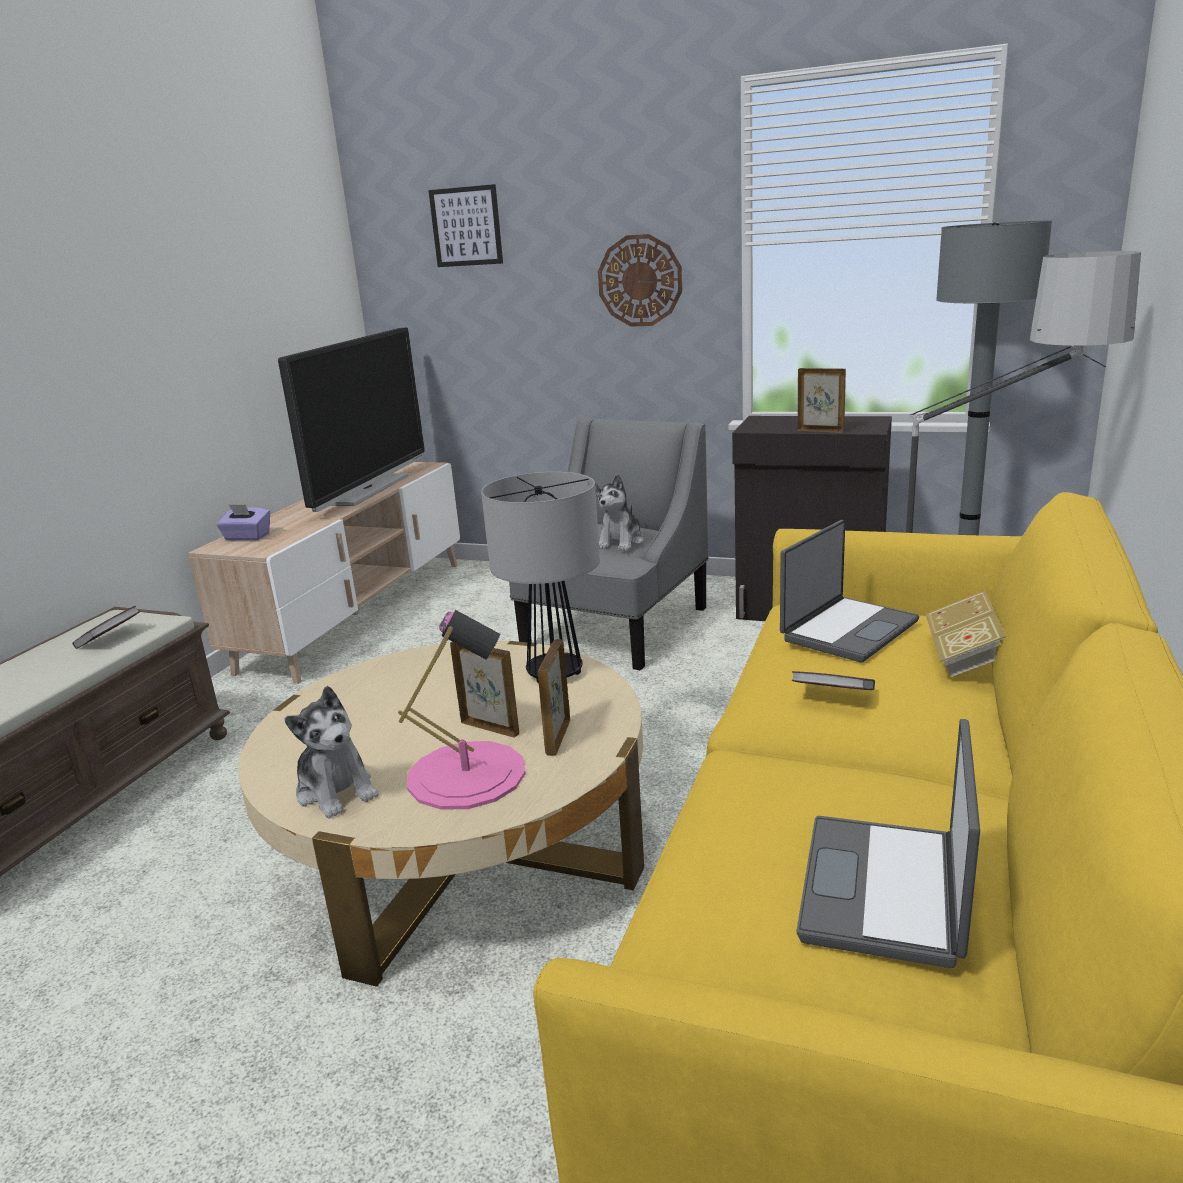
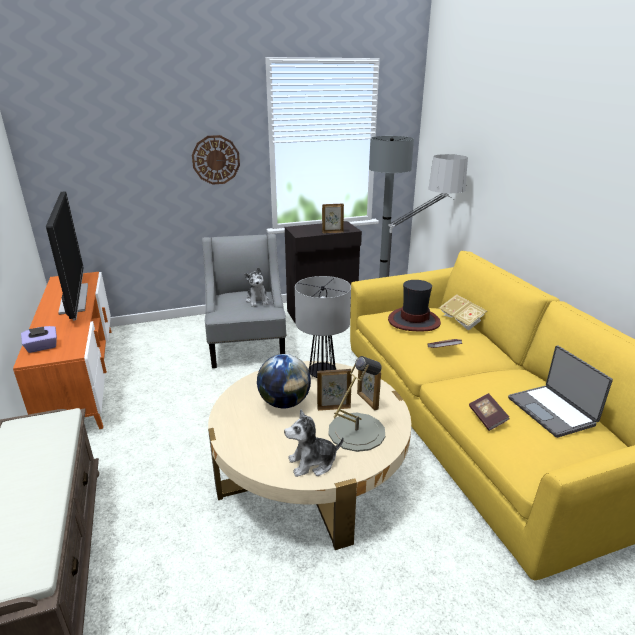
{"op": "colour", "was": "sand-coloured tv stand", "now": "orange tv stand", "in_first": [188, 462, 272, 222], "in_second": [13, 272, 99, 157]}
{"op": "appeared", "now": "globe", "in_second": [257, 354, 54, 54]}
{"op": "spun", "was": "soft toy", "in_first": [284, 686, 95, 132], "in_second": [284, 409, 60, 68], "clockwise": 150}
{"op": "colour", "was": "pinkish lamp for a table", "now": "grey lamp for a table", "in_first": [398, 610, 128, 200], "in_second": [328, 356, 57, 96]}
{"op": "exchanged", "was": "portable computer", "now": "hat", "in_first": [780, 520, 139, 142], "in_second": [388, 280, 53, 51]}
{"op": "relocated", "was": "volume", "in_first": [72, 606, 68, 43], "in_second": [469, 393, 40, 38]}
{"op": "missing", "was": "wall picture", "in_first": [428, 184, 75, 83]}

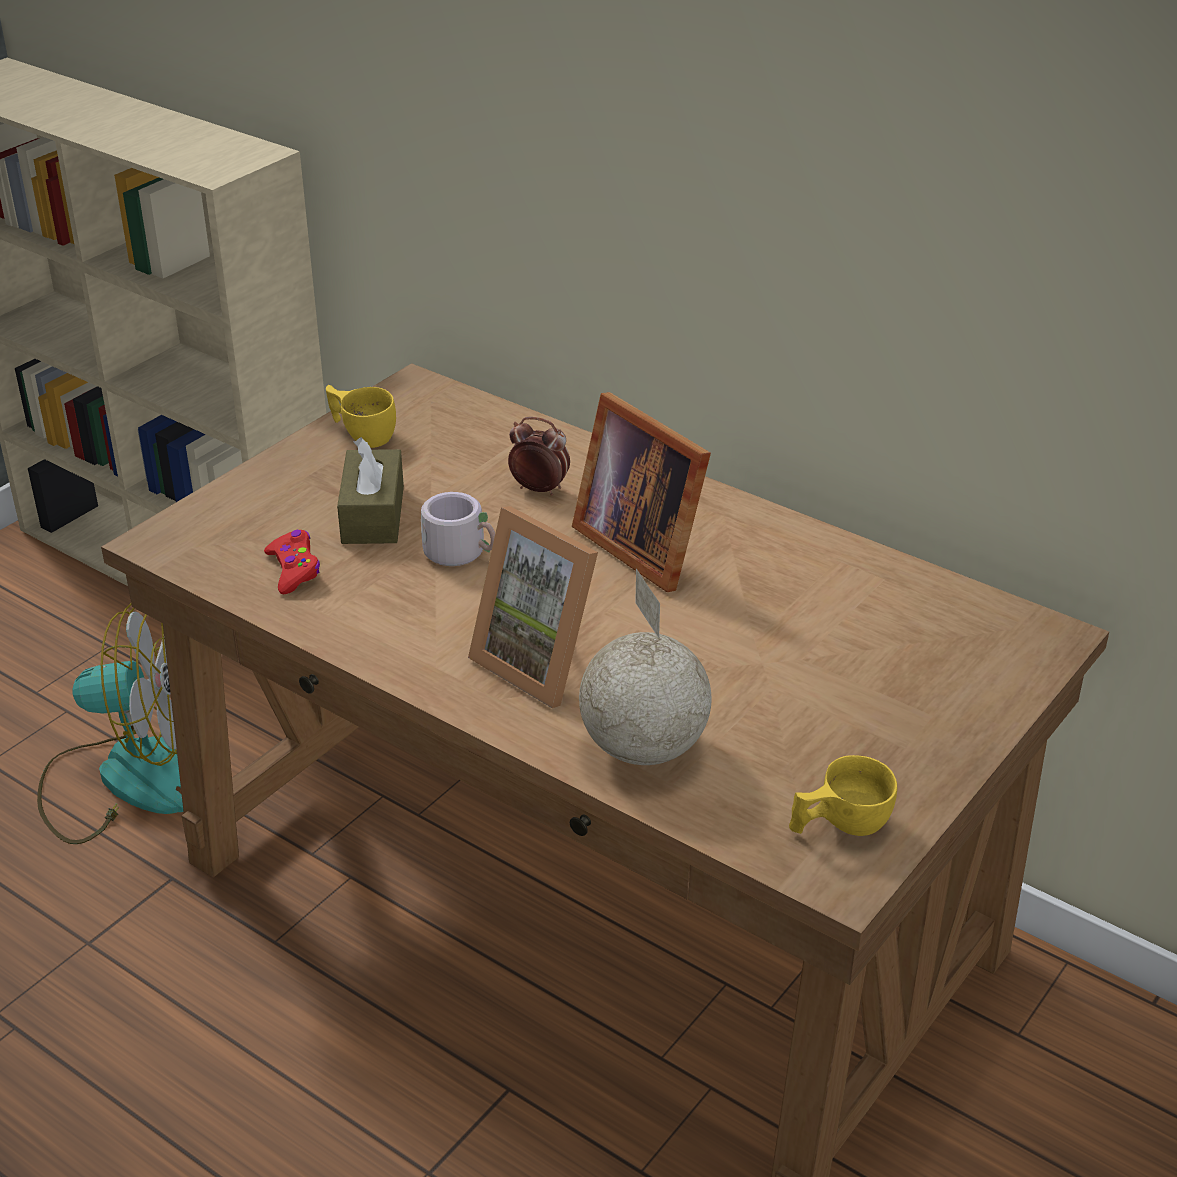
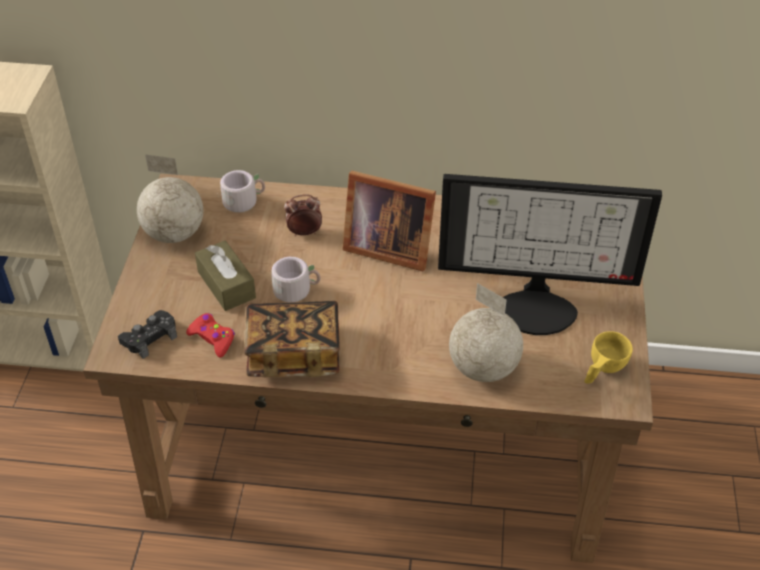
{"op": "appeared", "now": "black-coloured joypad", "in_second": [118, 310, 59, 49]}
{"op": "exchanged", "was": "yellowish cup", "now": "globe", "in_first": [326, 385, 70, 63], "in_second": [137, 154, 66, 89]}
{"op": "appeared", "now": "grey coffee mug", "in_second": [217, 170, 48, 43]}
{"op": "appeared", "now": "volume", "in_second": [244, 301, 96, 76]}
{"op": "appeared", "now": "monitor", "in_second": [438, 174, 224, 161]}
{"op": "missing", "was": "electric fan", "in_first": [37, 603, 147, 241]}
{"op": "missing", "was": "standing frame", "in_first": [468, 506, 130, 202]}

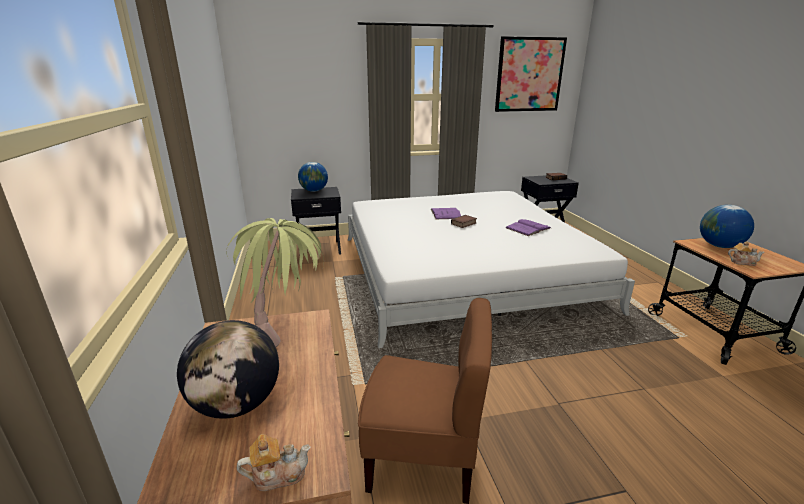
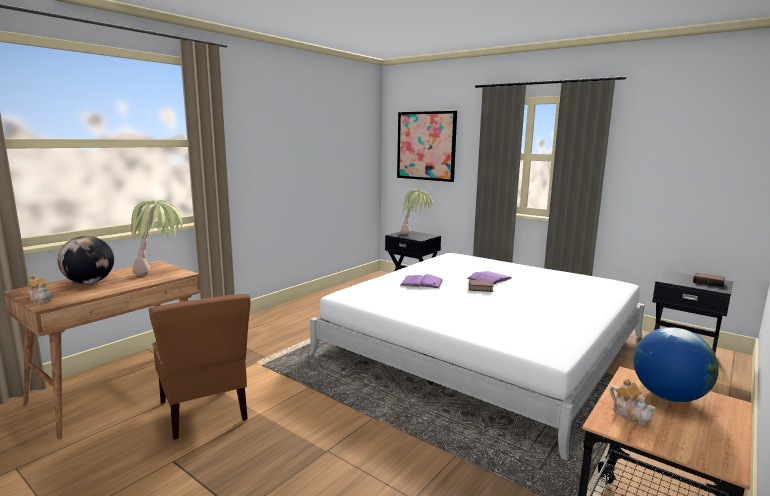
{"op": "relocated", "was": "wall picture", "in_first": [495, 36, 72, 76], "in_second": [397, 111, 60, 71]}
{"op": "exchanged", "was": "globe", "now": "houseplant", "in_first": [298, 162, 30, 30], "in_second": [400, 189, 33, 46]}
{"op": "relocated", "was": "purple volume", "in_first": [506, 219, 45, 17], "in_second": [401, 274, 42, 14]}

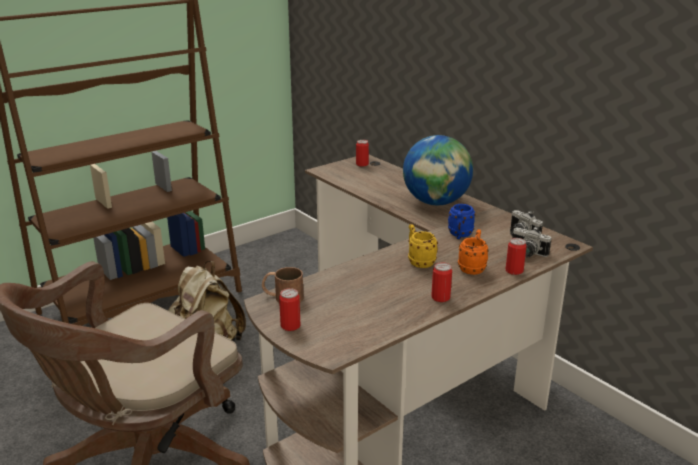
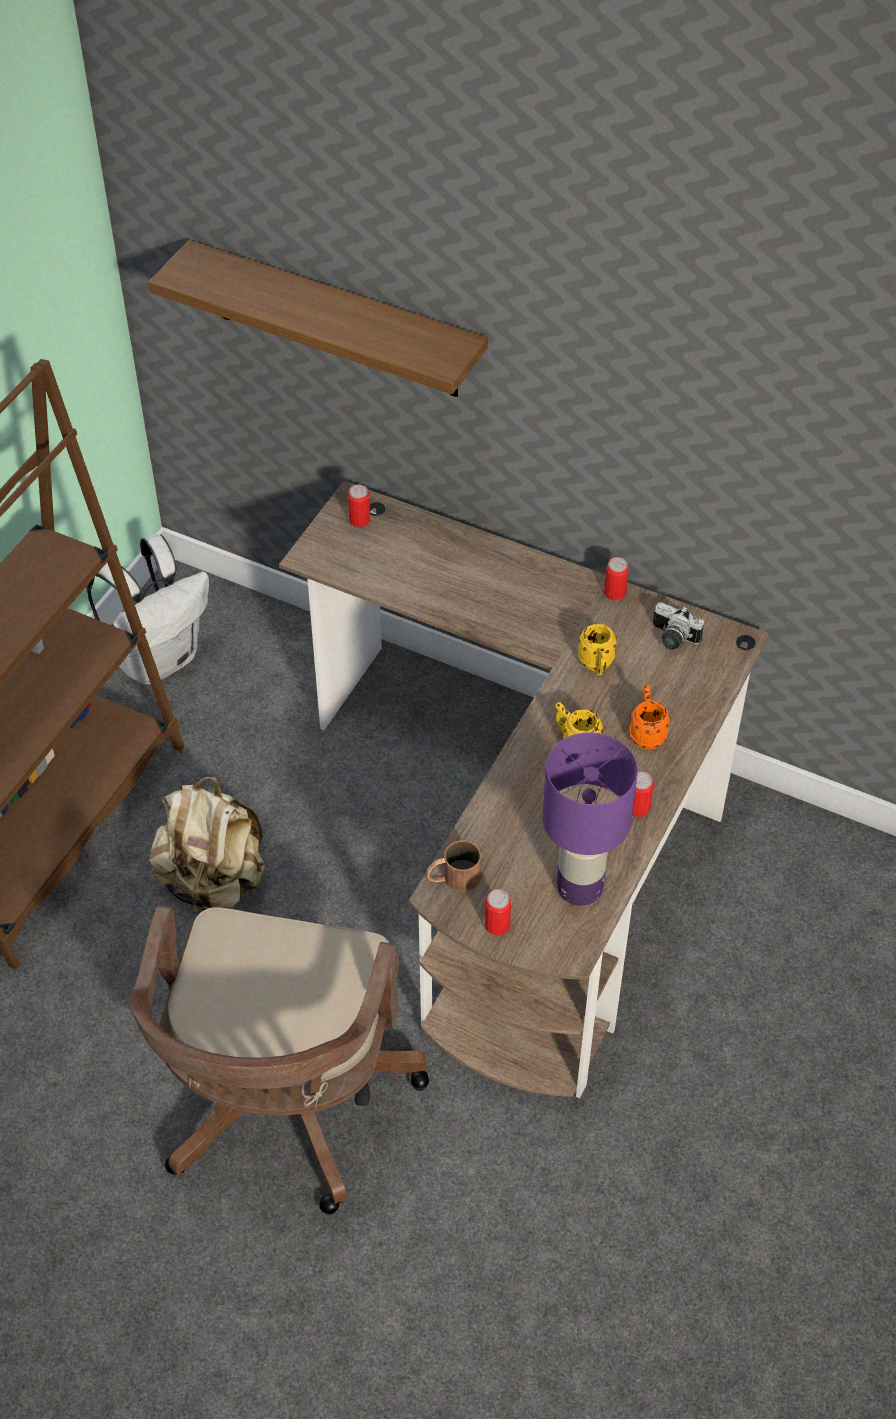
{"op": "appeared", "now": "white rucksack", "in_second": [86, 534, 123, 151]}
{"op": "appeared", "now": "wall shelf", "in_second": [148, 240, 340, 157]}
{"op": "appeared", "now": "purple lamp for a table", "in_second": [543, 732, 95, 174]}
{"op": "colour", "was": "bluish coffee mug", "now": "yellowish coffee mug", "in_first": [448, 204, 28, 35], "in_second": [578, 624, 39, 51]}
{"op": "relocated", "was": "metal can", "in_first": [506, 238, 21, 37], "in_second": [604, 557, 25, 44]}
{"op": "missing", "was": "globe", "in_first": [403, 135, 70, 70]}
{"op": "missing", "was": "still camera", "in_first": [512, 227, 40, 30]}

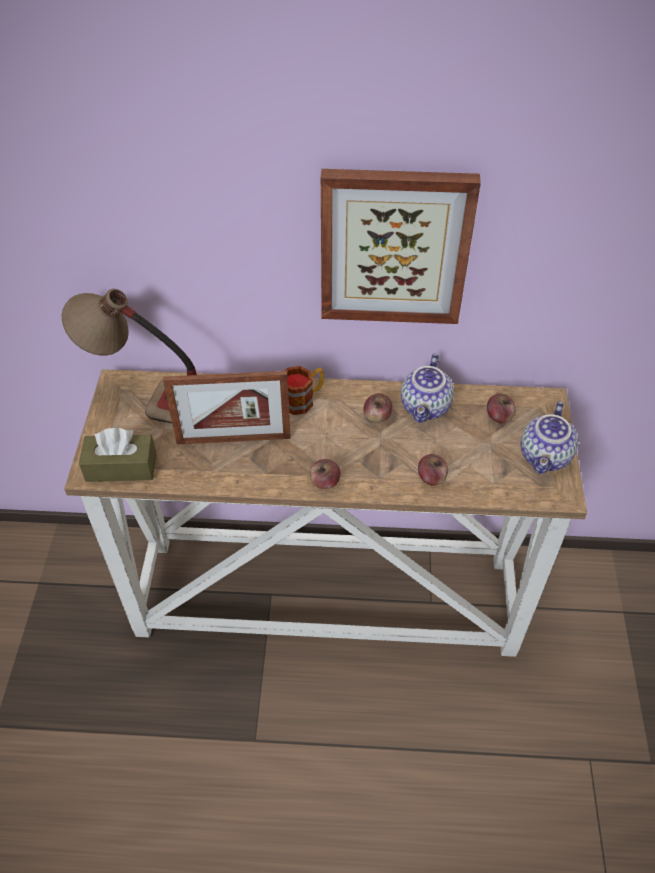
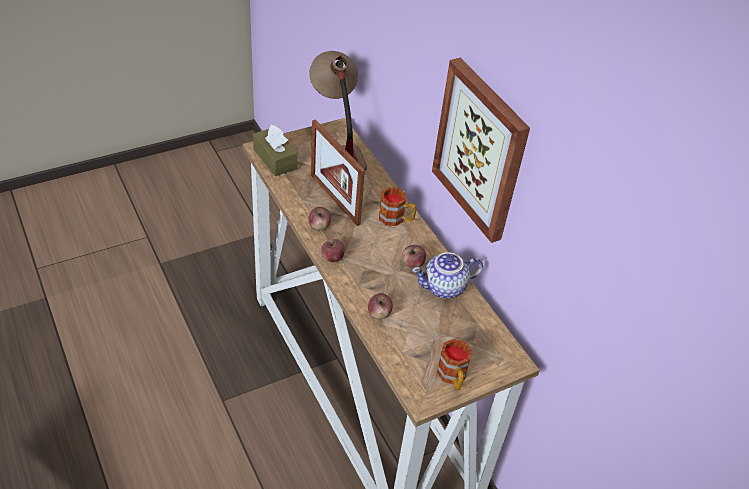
{"op": "relocated", "was": "apple", "in_first": [487, 394, 29, 29], "in_second": [308, 207, 23, 23]}
{"op": "exchanged", "was": "pot for tea", "now": "coffee mug", "in_first": [520, 401, 58, 73], "in_second": [437, 339, 35, 51]}

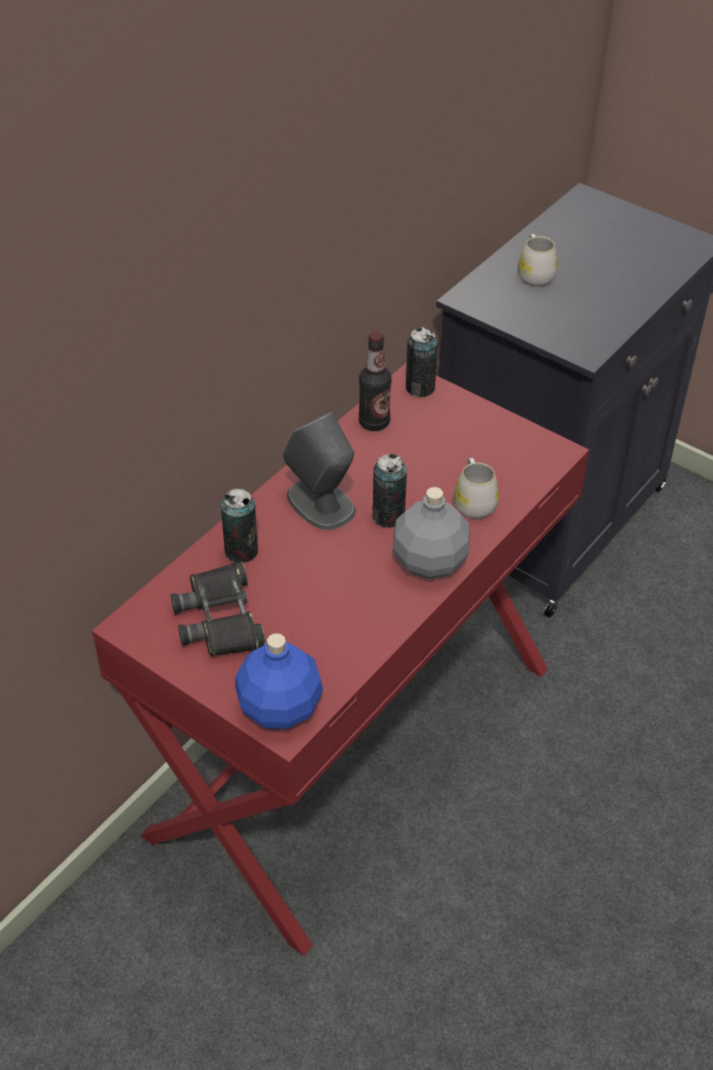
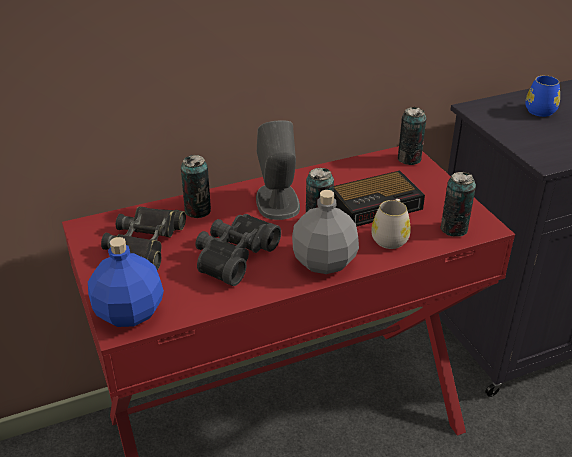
{"op": "appeared", "now": "black-coloured field glasses", "in_second": [195, 214, 86, 72]}
{"op": "appeared", "now": "bedside clock", "in_second": [333, 171, 92, 56]}
{"op": "appeared", "now": "metal can", "in_second": [440, 172, 36, 65]}
{"op": "colour", "was": "white coffee mug", "now": "bluish coffee mug", "in_first": [518, 234, 40, 53], "in_second": [525, 76, 35, 41]}
{"op": "missing", "was": "bottle", "in_first": [359, 332, 33, 99]}

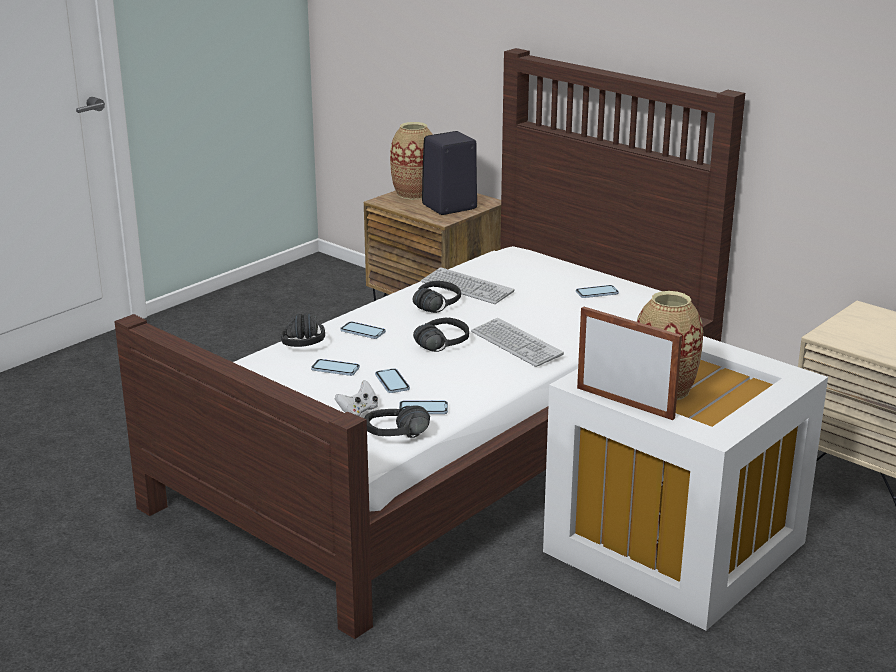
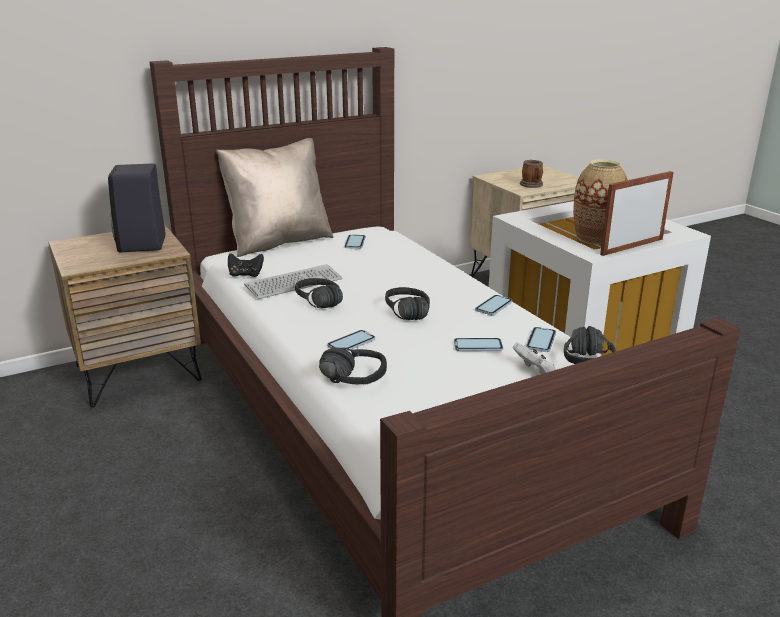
{"op": "appeared", "now": "sand-coloured throw pillow", "in_second": [216, 138, 117, 119]}
{"op": "appeared", "now": "black-coloured joypad", "in_second": [228, 253, 36, 24]}
{"op": "relocated", "was": "phone", "in_first": [311, 359, 49, 17], "in_second": [475, 295, 37, 20]}
{"op": "appeared", "now": "coffee mug", "in_second": [520, 160, 23, 28]}
{"op": "missing", "was": "decorative vase", "in_first": [390, 122, 43, 78]}
{"op": "missing", "was": "computer keyboard", "in_first": [471, 318, 93, 49]}

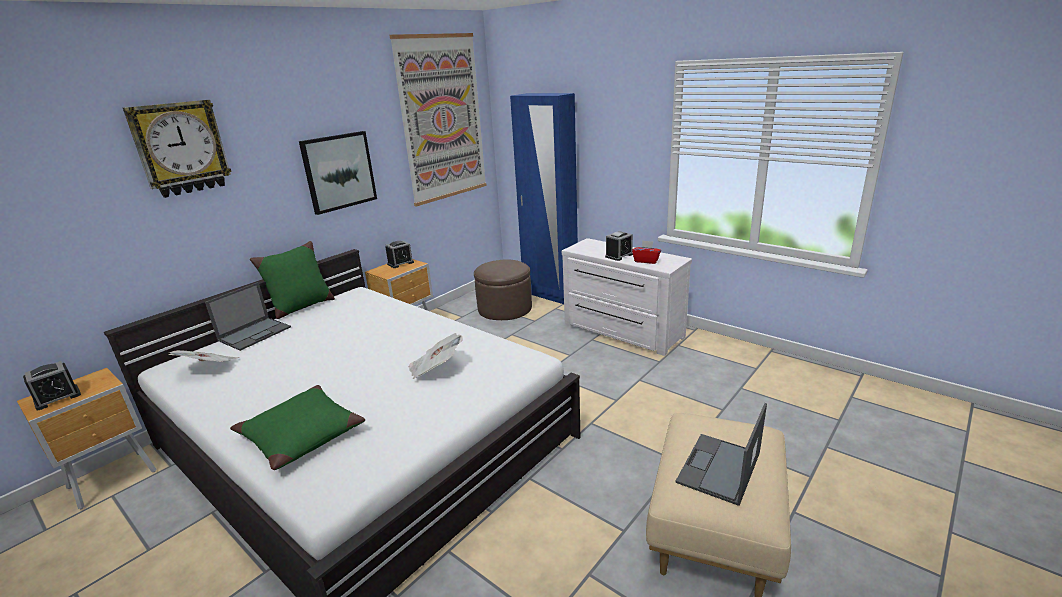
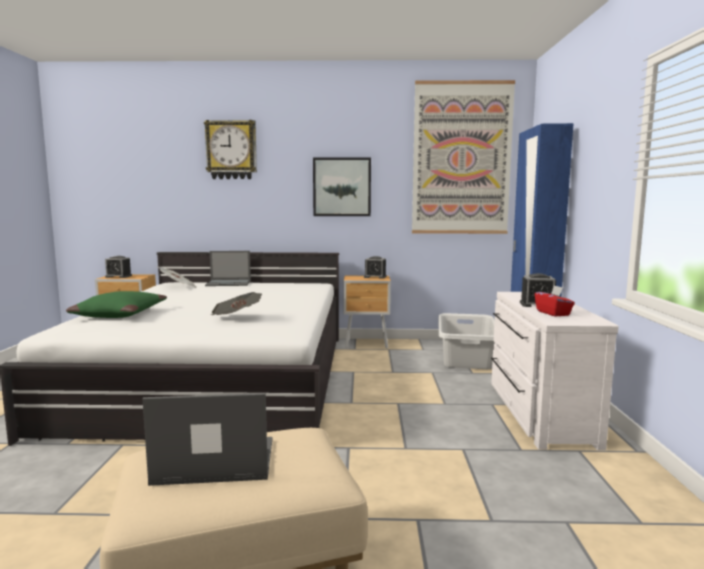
{"op": "exchanged", "was": "brown-coloured ottoman", "now": "grey hamper", "in_first": [474, 259, 58, 61], "in_second": [438, 313, 57, 56]}
{"op": "missing", "was": "greenish throw pillow", "in_first": [250, 241, 85, 78]}

